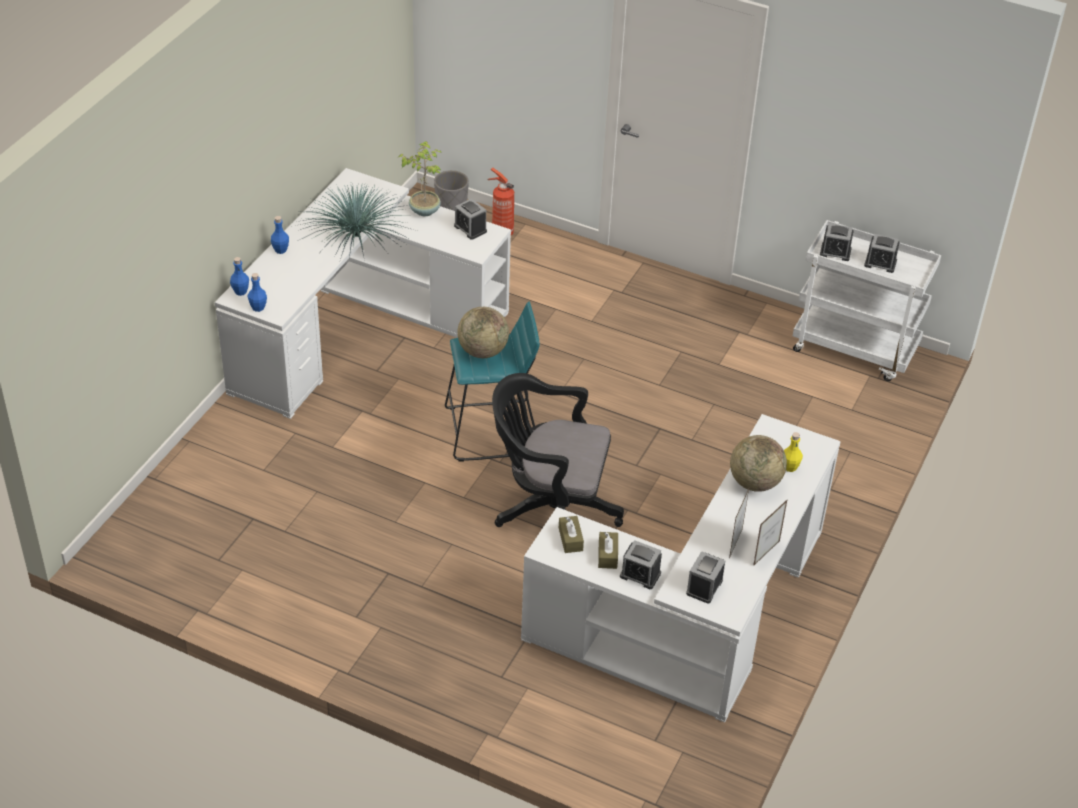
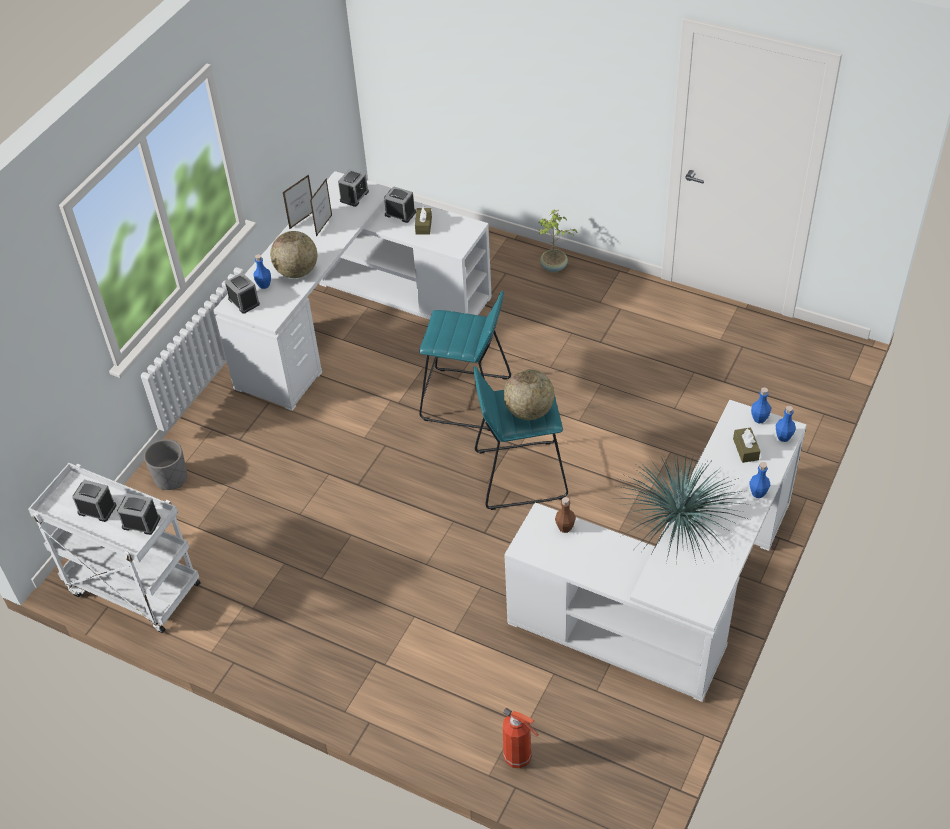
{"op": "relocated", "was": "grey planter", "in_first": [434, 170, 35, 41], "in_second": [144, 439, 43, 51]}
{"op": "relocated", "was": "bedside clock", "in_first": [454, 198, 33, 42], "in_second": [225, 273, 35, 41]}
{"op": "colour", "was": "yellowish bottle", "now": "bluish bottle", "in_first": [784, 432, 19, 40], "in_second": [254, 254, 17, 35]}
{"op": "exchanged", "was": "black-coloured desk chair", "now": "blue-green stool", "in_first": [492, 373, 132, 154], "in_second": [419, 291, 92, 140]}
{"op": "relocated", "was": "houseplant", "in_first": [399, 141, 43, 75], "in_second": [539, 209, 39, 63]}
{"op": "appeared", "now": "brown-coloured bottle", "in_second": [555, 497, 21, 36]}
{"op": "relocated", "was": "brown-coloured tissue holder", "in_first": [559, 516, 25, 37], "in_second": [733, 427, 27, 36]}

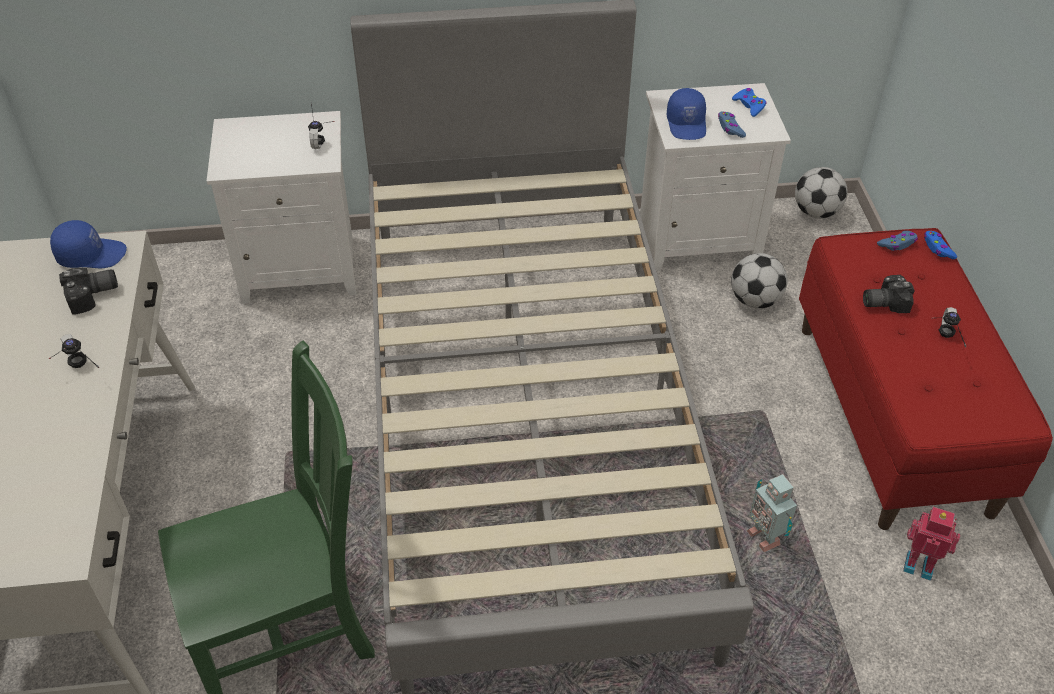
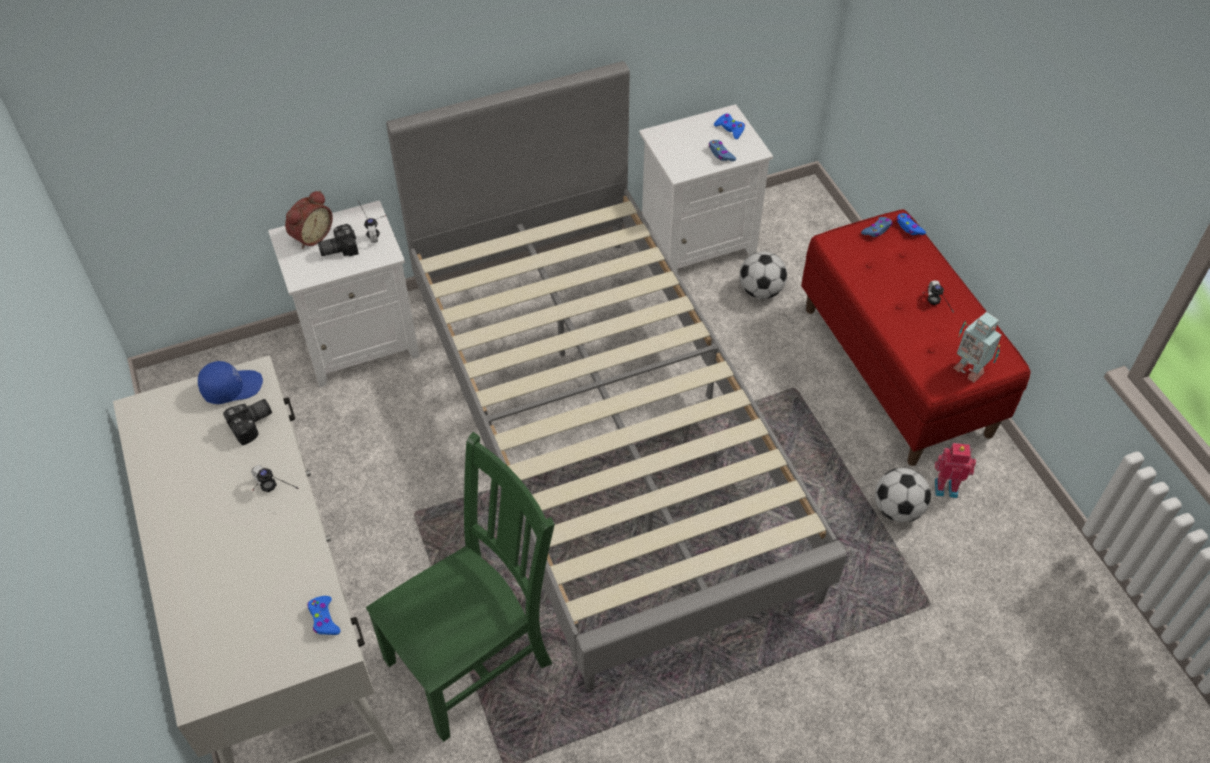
{"op": "appeared", "now": "bedside clock", "in_second": [285, 190, 48, 59]}
{"op": "appeared", "now": "bluish joypad", "in_second": [308, 596, 32, 39]}
{"op": "relocated", "was": "still camera", "in_first": [863, 275, 52, 38], "in_second": [318, 224, 41, 32]}
{"op": "relocated", "was": "football ball", "in_first": [795, 167, 53, 51], "in_second": [875, 468, 56, 54]}
{"op": "relocated", "was": "model robot", "in_first": [747, 474, 50, 78], "in_second": [954, 312, 48, 70]}
{"op": "missing", "was": "bluish cap", "in_first": [667, 88, 39, 52]}

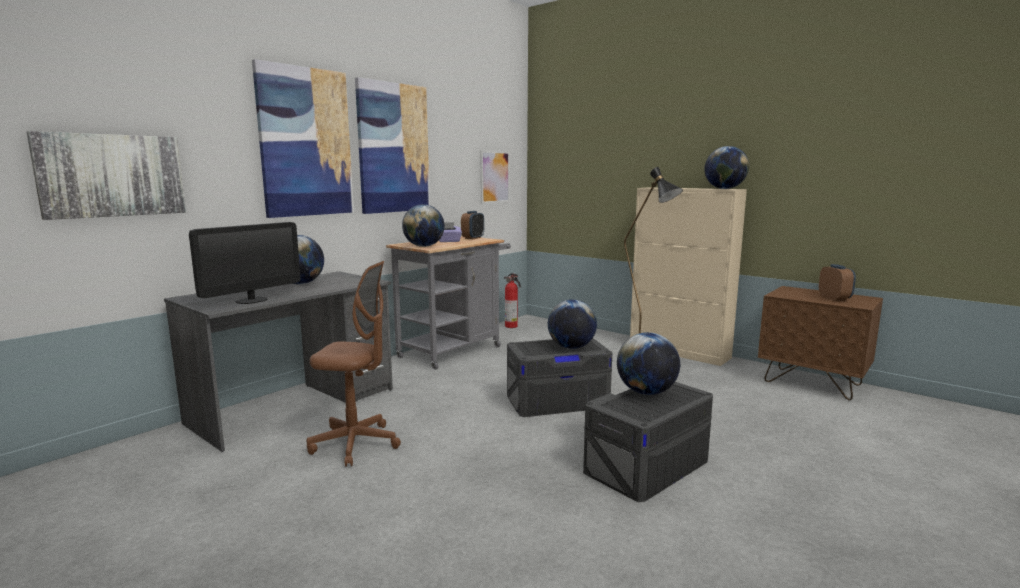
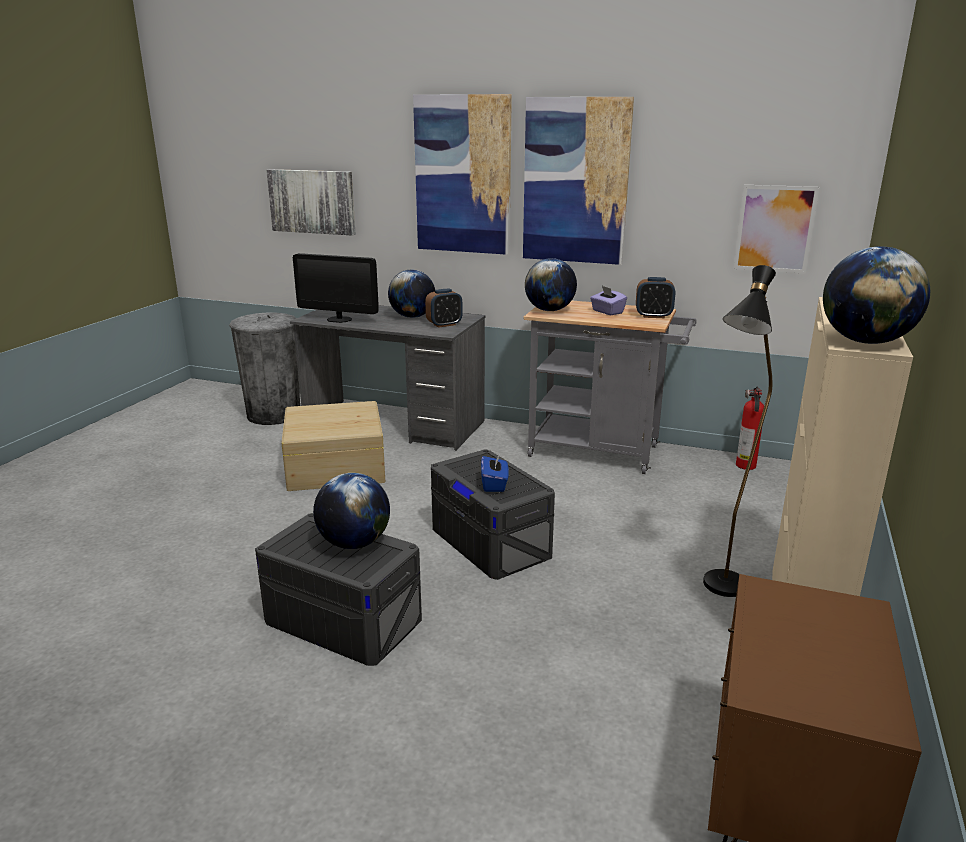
{"op": "appeared", "now": "grey rubbish bin", "in_second": [229, 313, 71, 112]}
{"op": "exchanged", "was": "brown-coloured desk chair", "now": "sand-coloured storage box", "in_first": [307, 261, 94, 206], "in_second": [282, 401, 103, 90]}
{"op": "relocated", "was": "bedside clock", "in_first": [819, 264, 37, 37], "in_second": [425, 289, 38, 39]}
{"op": "exchanged", "was": "globe", "now": "bluish tissue holder", "in_first": [548, 299, 49, 50], "in_second": [481, 452, 28, 40]}

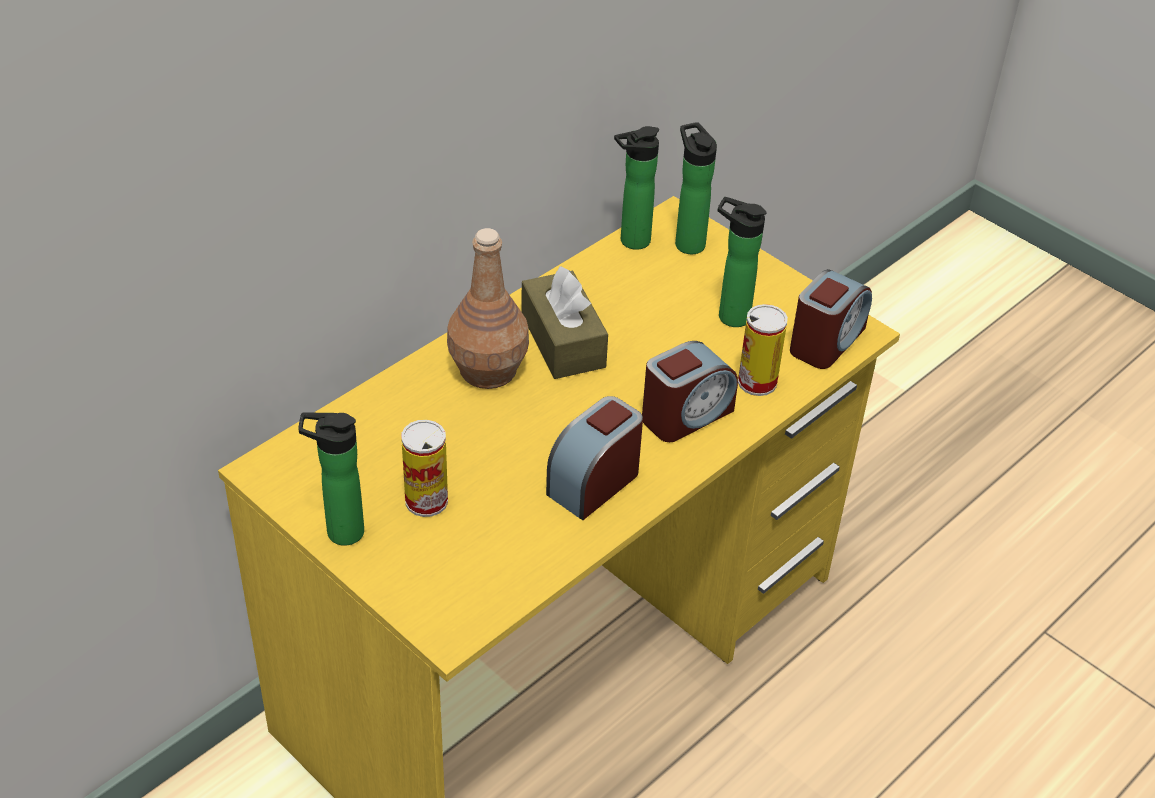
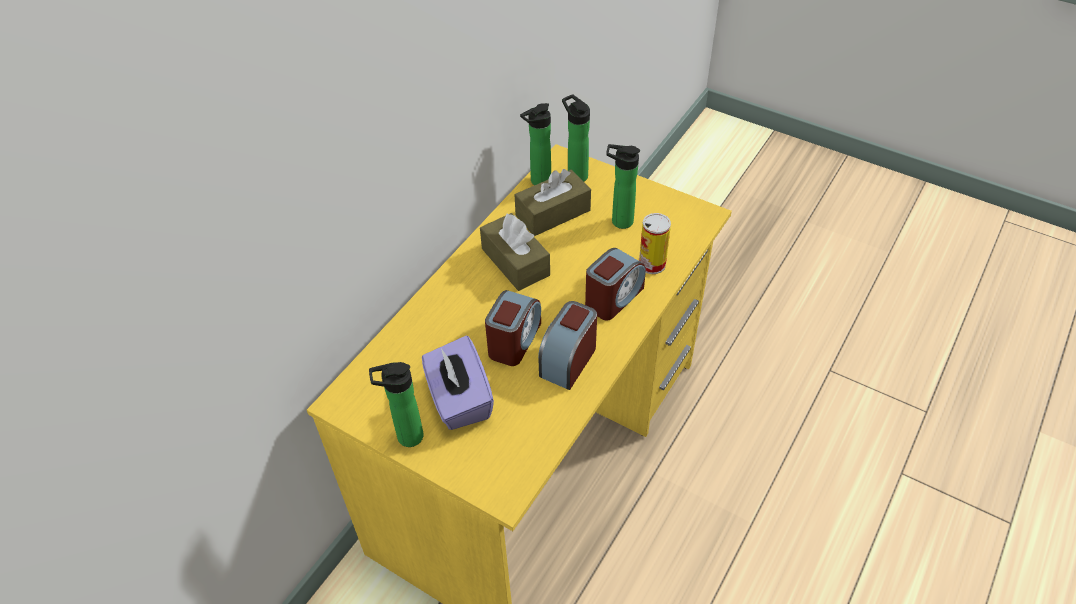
{"op": "exchanged", "was": "metal can", "now": "purple tissue holder", "in_first": [401, 420, 47, 97], "in_second": [422, 336, 72, 94]}
{"op": "relocated", "was": "bedside clock", "in_first": [790, 269, 82, 100], "in_second": [485, 290, 56, 76]}
{"op": "appeared", "now": "brown-coloured tissue holder", "in_second": [515, 169, 76, 67]}
{"op": "missing", "was": "brown-coloured bottle", "in_first": [447, 228, 82, 161]}

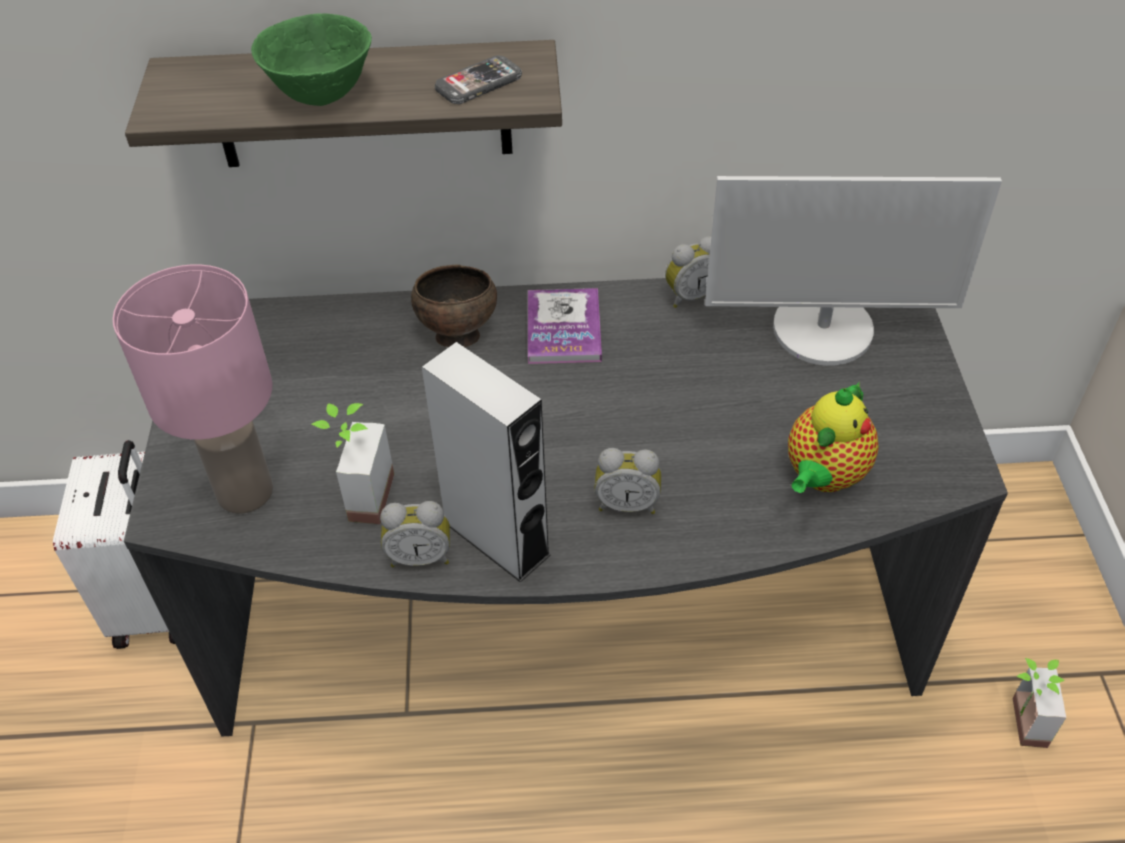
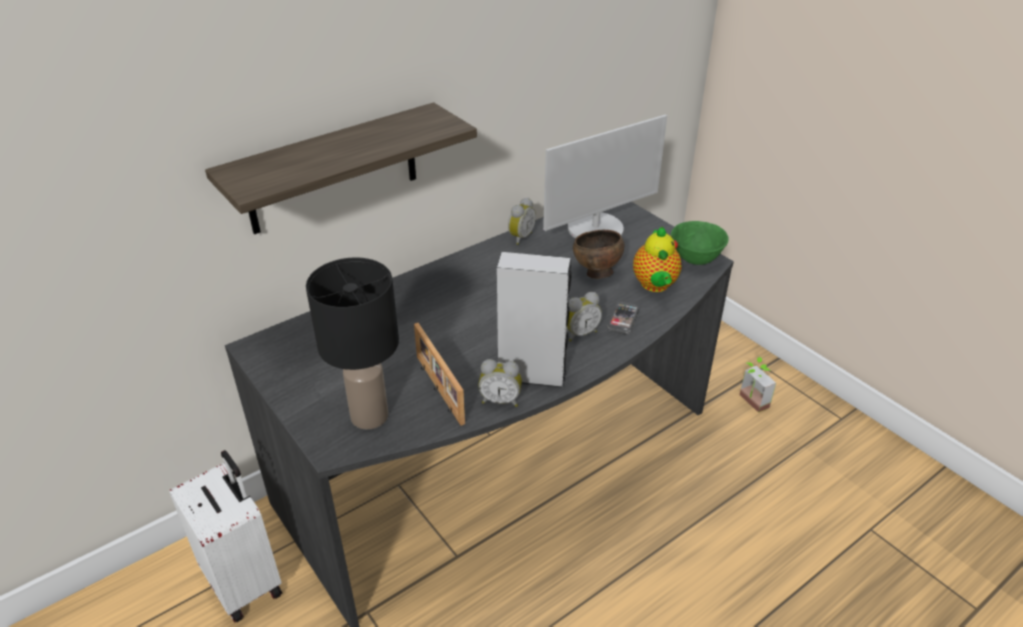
{"op": "colour", "was": "pinkish lamp for a table", "now": "black-coloured lamp for a table", "in_first": [113, 265, 160, 249], "in_second": [306, 257, 93, 173]}
{"op": "exchanged", "was": "houseplant", "now": "standing frame", "in_first": [311, 403, 83, 121], "in_second": [414, 323, 51, 103]}
{"op": "spun", "was": "bedside clock", "in_first": [380, 501, 70, 66], "in_second": [478, 359, 44, 48], "clockwise": 45}
{"op": "relocated", "was": "brown-coloured deep dish", "in_first": [411, 265, 86, 82], "in_second": [573, 230, 51, 49]}
{"op": "relocated", "was": "phone", "in_first": [435, 55, 87, 49], "in_second": [607, 302, 32, 32]}
{"op": "relocated", "was": "greenish deep dish", "in_first": [251, 13, 121, 93], "in_second": [671, 221, 58, 44]}
{"op": "missing", "was": "volume", "in_first": [528, 288, 74, 76]}

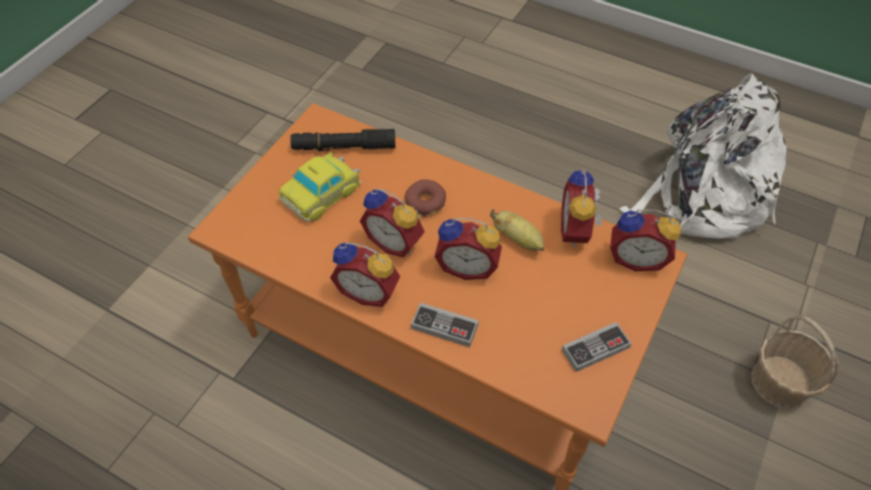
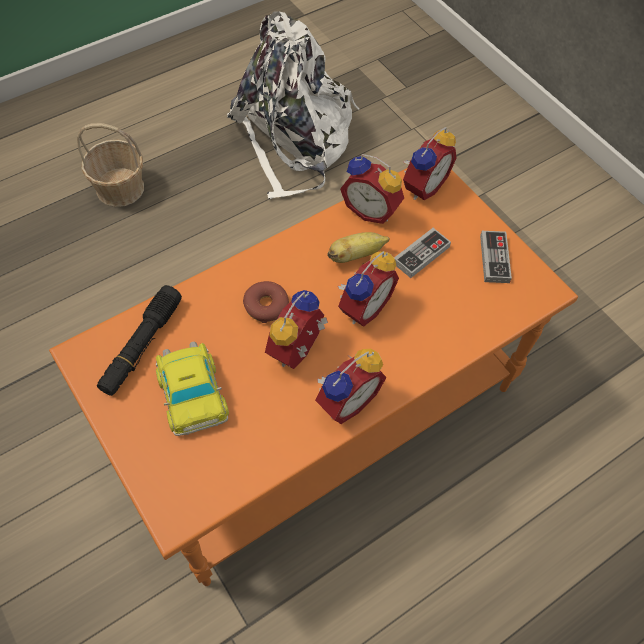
{"op": "relocated", "was": "storage basket", "in_first": [751, 314, 88, 95], "in_second": [77, 123, 67, 84]}
{"op": "spun", "was": "bedside clock", "in_first": [360, 188, 65, 70], "in_second": [265, 290, 63, 79], "clockwise": 150}
{"op": "relocated", "was": "joypad", "in_first": [411, 303, 68, 44], "in_second": [394, 228, 57, 50]}

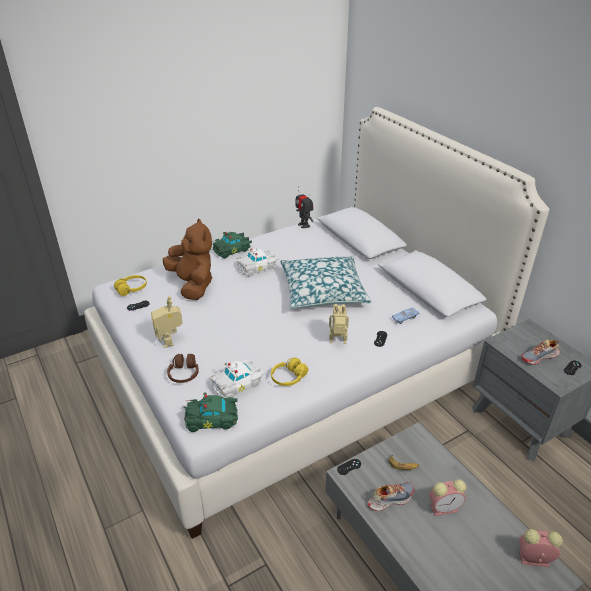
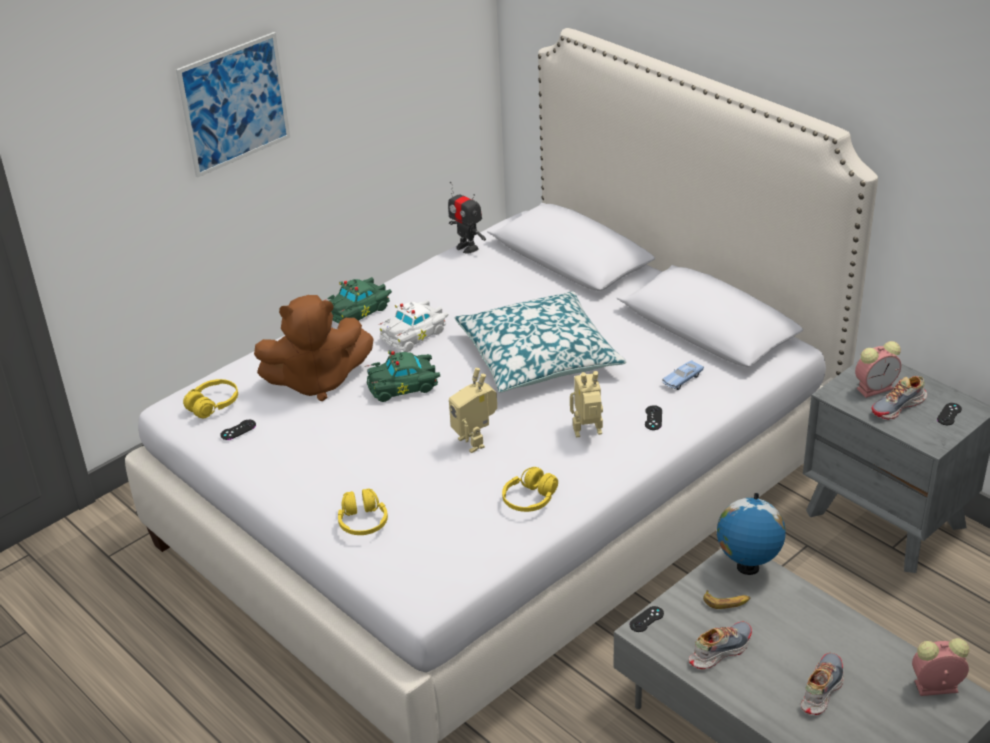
{"op": "appeared", "now": "wall picture", "in_second": [176, 32, 114, 146]}
{"op": "spun", "was": "brown-coloured soft toy", "in_first": [163, 218, 49, 82], "in_second": [254, 295, 119, 106], "clockwise": 120}
{"op": "colour", "was": "brown-coloured headset", "now": "yellowish headset", "in_first": [167, 354, 32, 29], "in_second": [338, 488, 50, 47]}
{"op": "relocated", "was": "greenish toy car", "in_first": [183, 392, 55, 40], "in_second": [365, 351, 75, 51]}
{"op": "relocated", "was": "model robot", "in_first": [151, 296, 32, 52], "in_second": [449, 368, 48, 85]}
{"op": "appeared", "now": "globe", "in_second": [717, 493, 69, 82]}
{"op": "appeared", "now": "low shoe", "in_second": [801, 653, 43, 62]}
{"op": "relocated", "was": "bedside clock", "in_first": [429, 479, 37, 37], "in_second": [855, 341, 46, 57]}
{"op": "missing", "was": "white toy car", "in_first": [210, 359, 55, 39]}

